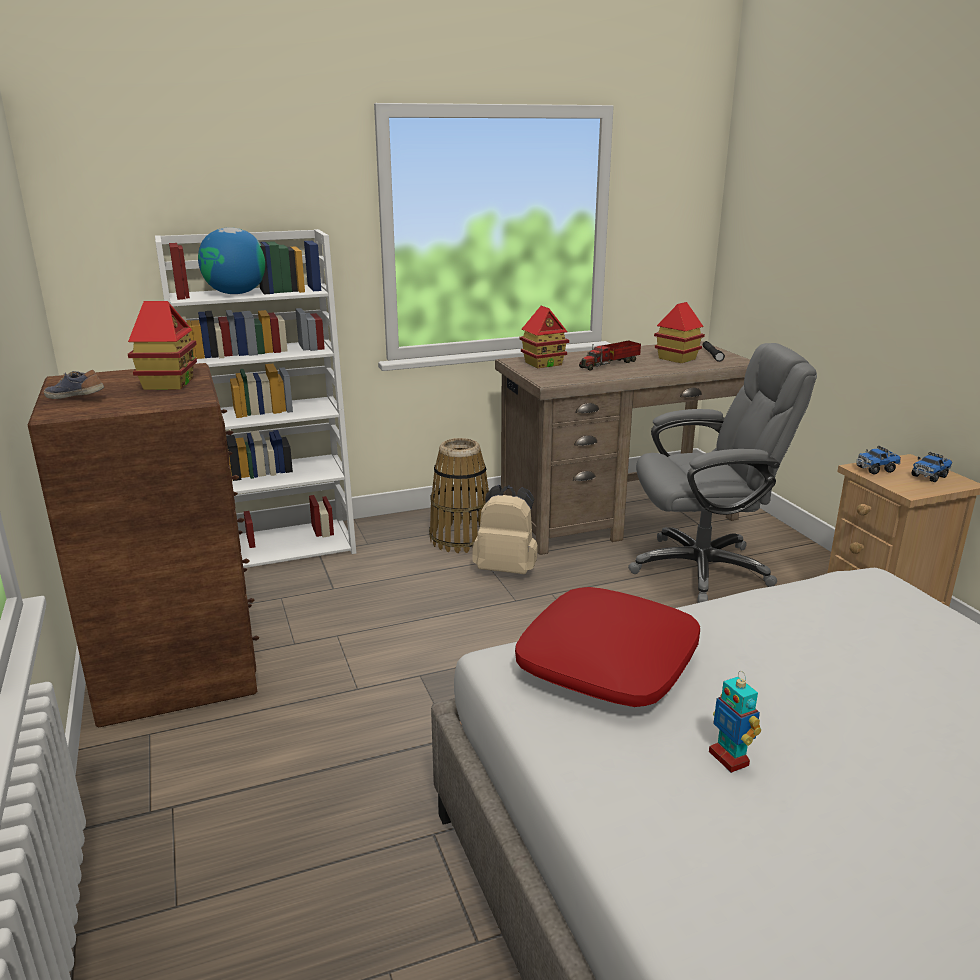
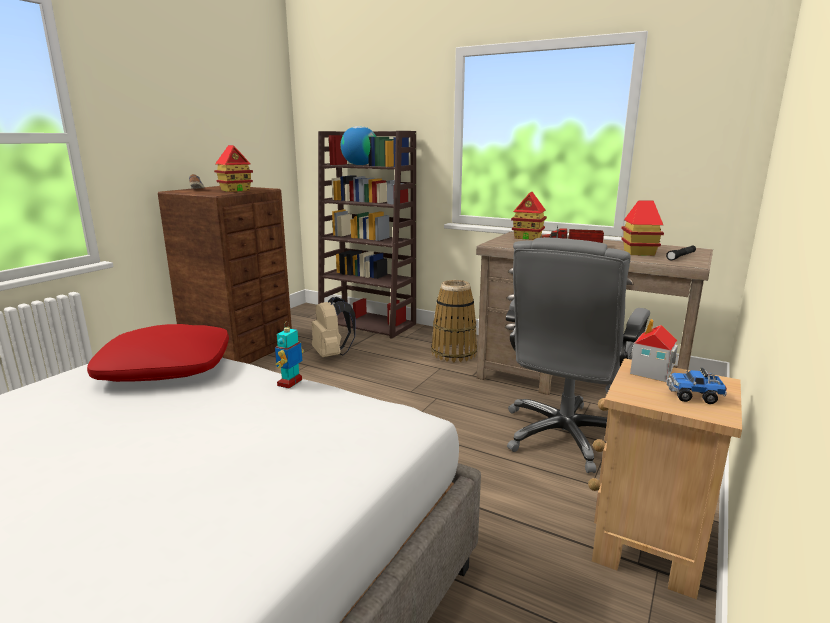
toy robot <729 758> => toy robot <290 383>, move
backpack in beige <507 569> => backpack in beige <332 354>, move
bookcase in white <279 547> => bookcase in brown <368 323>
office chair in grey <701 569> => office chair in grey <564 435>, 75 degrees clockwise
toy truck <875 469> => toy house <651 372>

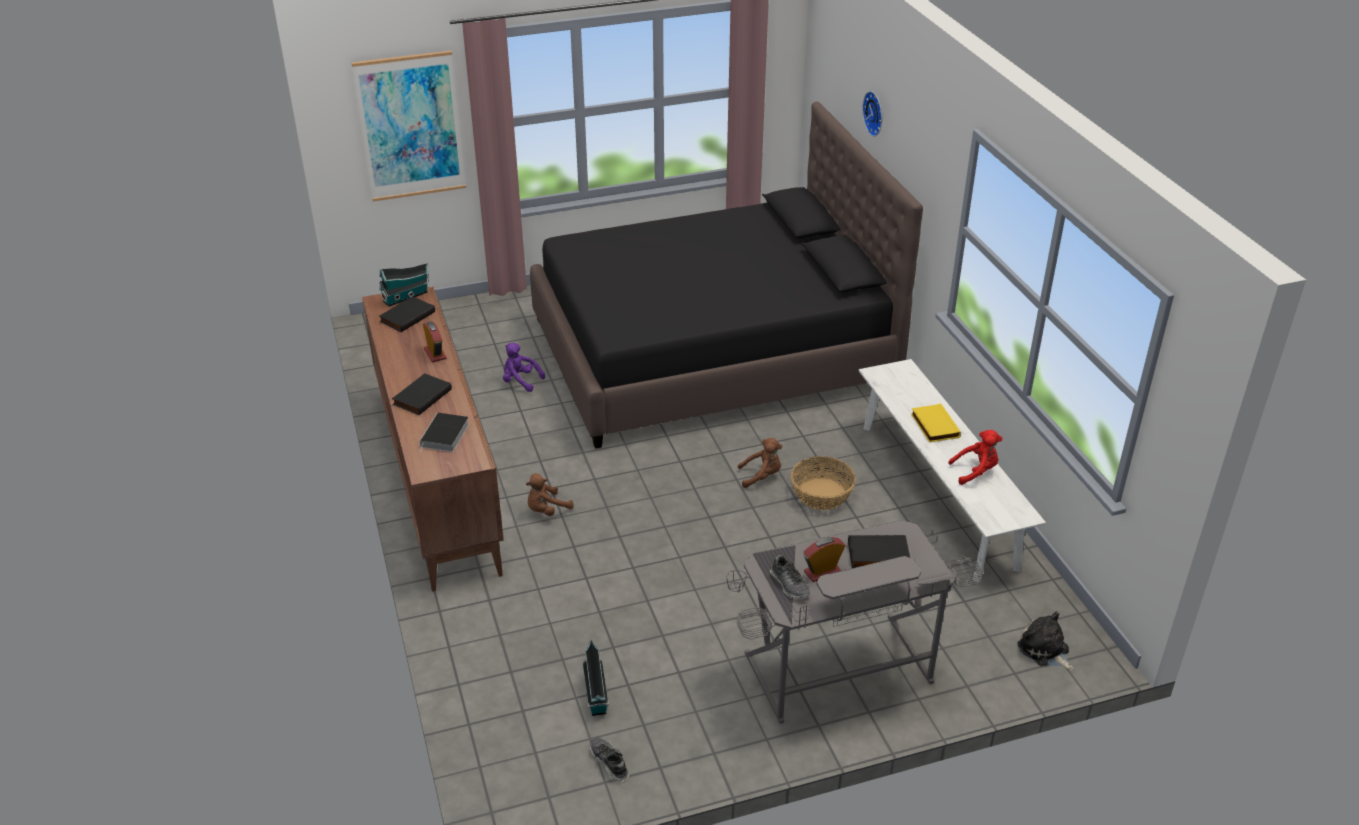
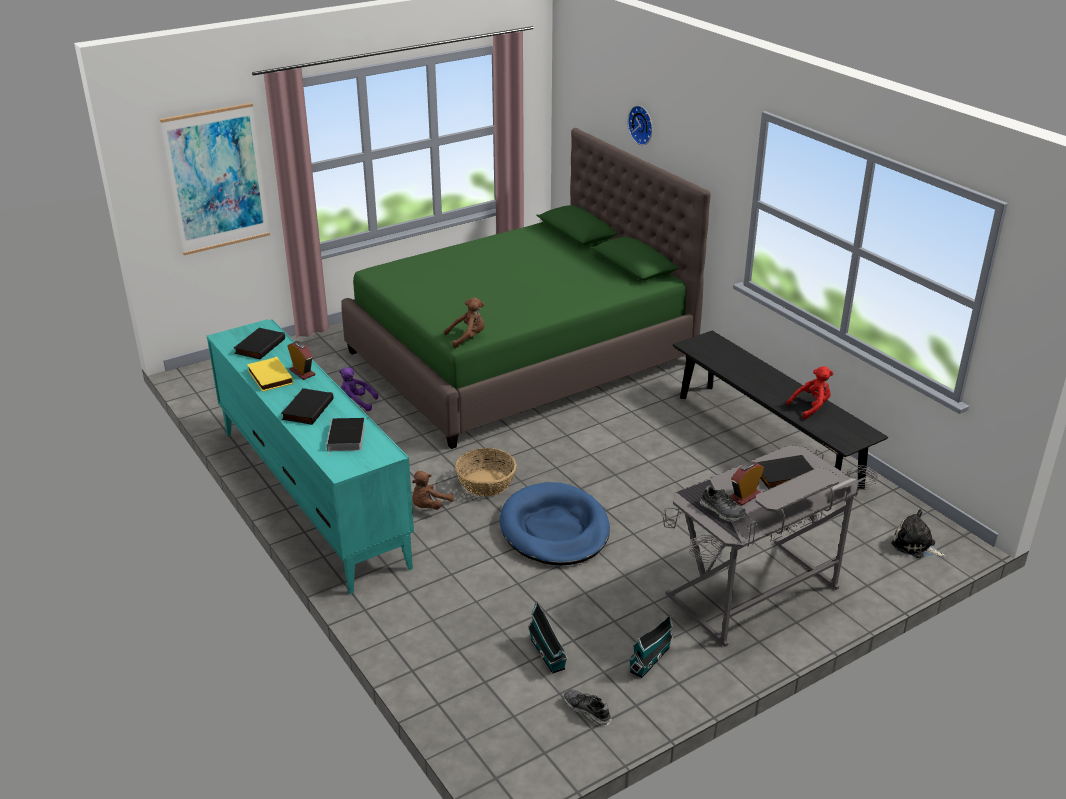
cabinet in brown <435 477> => cabinet in turquoise <310 496>
book in yellow <933 426> => book in yellow <269 377>, move
bed in black <712 352> => bed in green <520 357>
plush toy in brown <761 476> => plush toy in brown <468 338>, move
basket <821 494> => basket <485 483>, move
nothing => dog bed in blue <554 529>
toy house <407 296> => toy house <651 658>, move
bench in white <937 494> => bench in black <766 439>

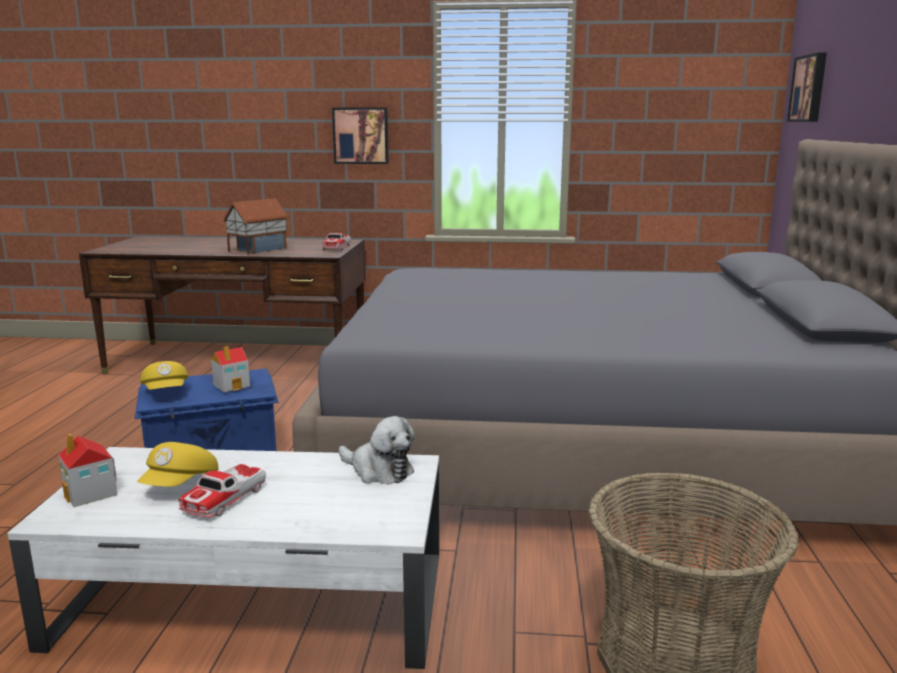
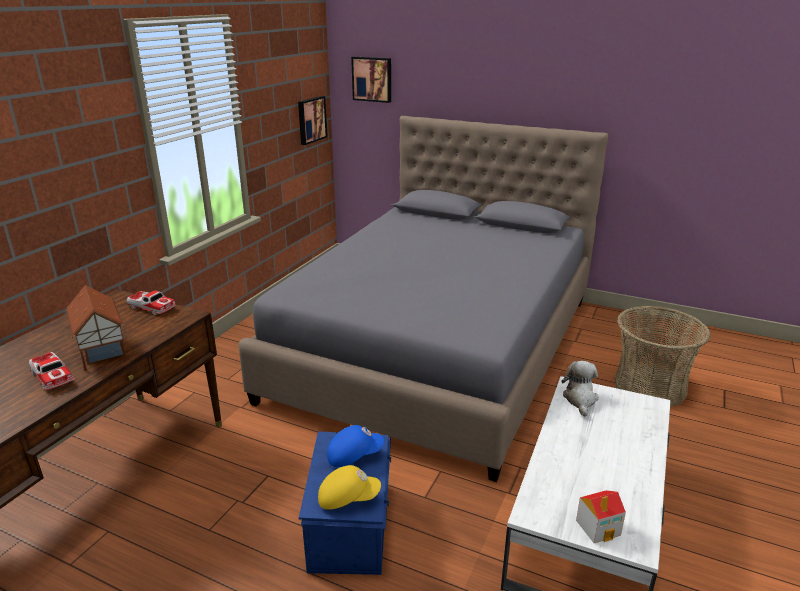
toy car <225 499> => toy car <52 376>, move
picture <361 135> => picture <311 119>, move
toy house <232 385> => cap in blue <354 455>
plush toy <378 471> => plush toy <580 399>, 45 degrees counterclockwise
cap in yellow <181 485> => nothing

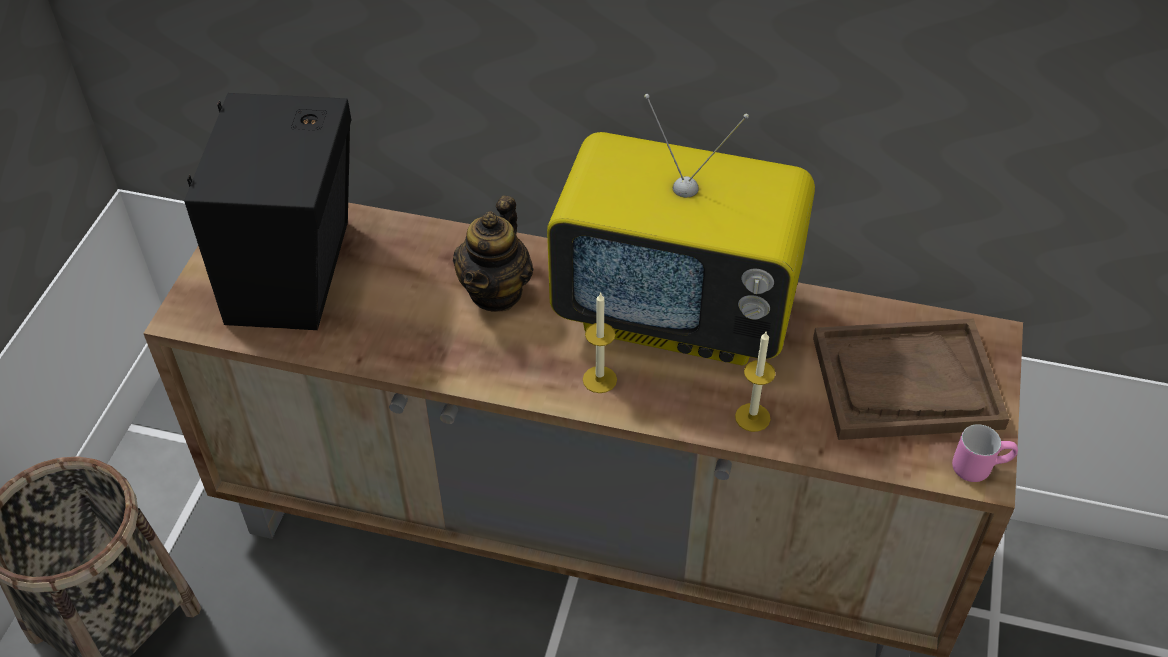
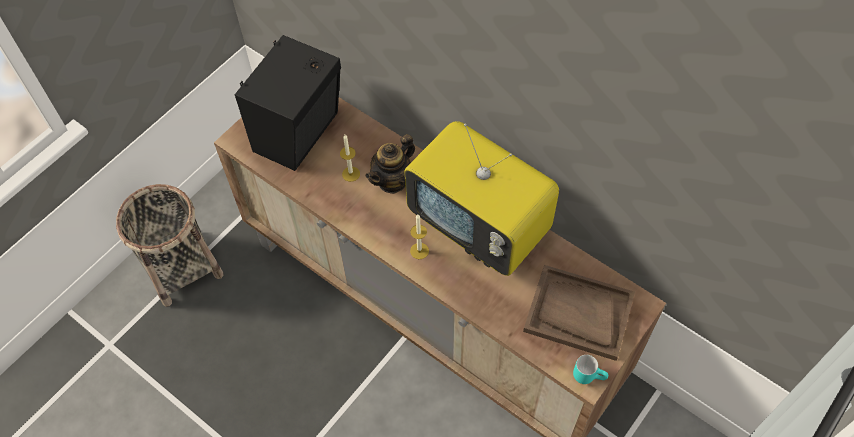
candle <752 417> => candle <351 174>, move
mug in pink <979 465> => mug in turquoise <589 375>

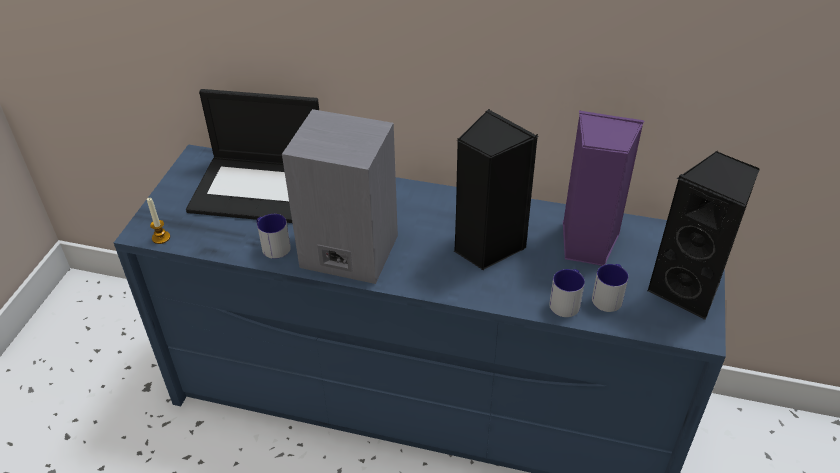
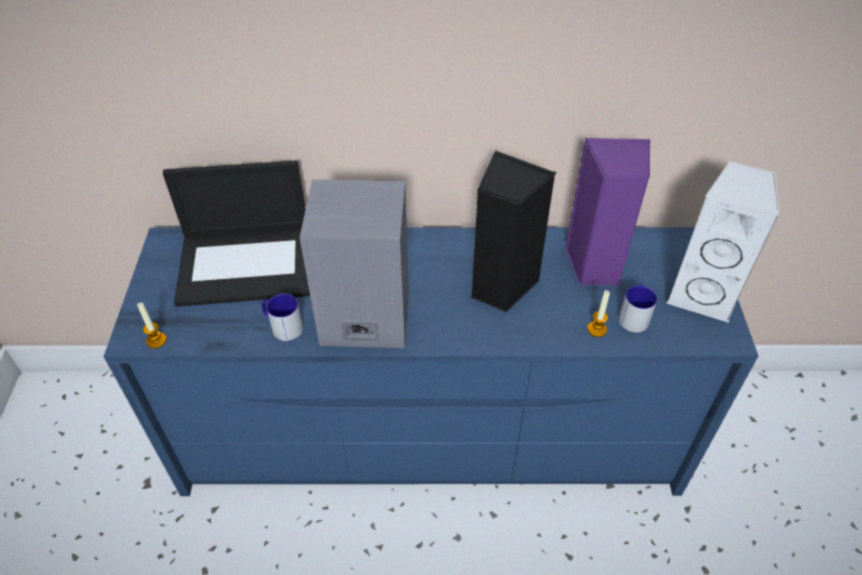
mug <566 301> => candle <597 329>
speaker in black <688 290> => speaker in white <702 295>

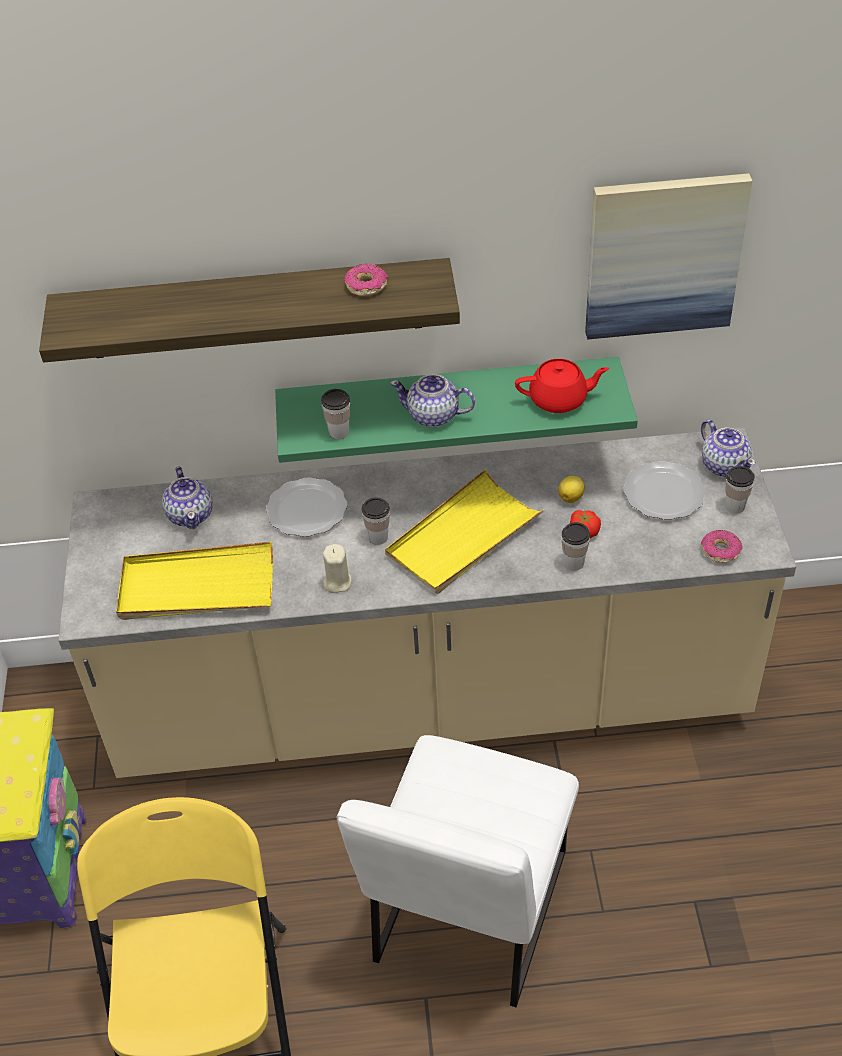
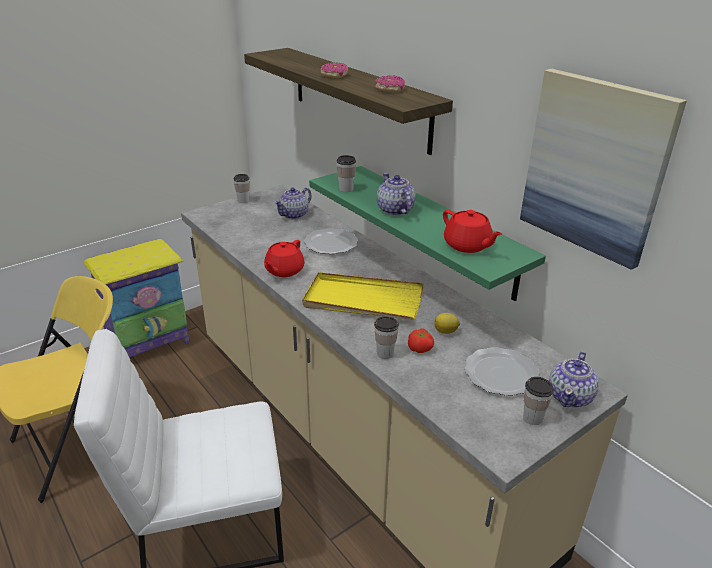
cup <378 537> => cup <243 201>, move
candle in beige <337 582> => teapot in red <284 270>
donut <720 551> => donut <334 75>, move
tray in yellow <196 587> => nothing

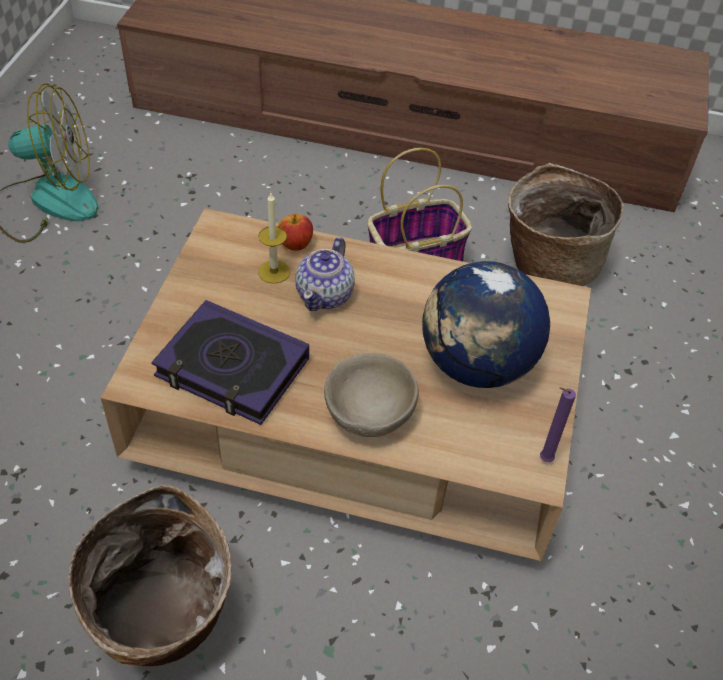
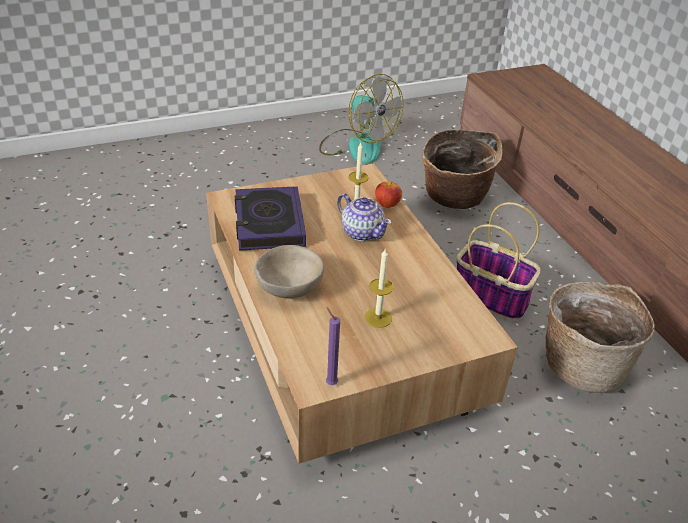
teapot <325 294> => teapot <362 232>, 120 degrees counterclockwise
globe <476 365> => candle <378 318>
basket <164 621> => basket <453 198>, move

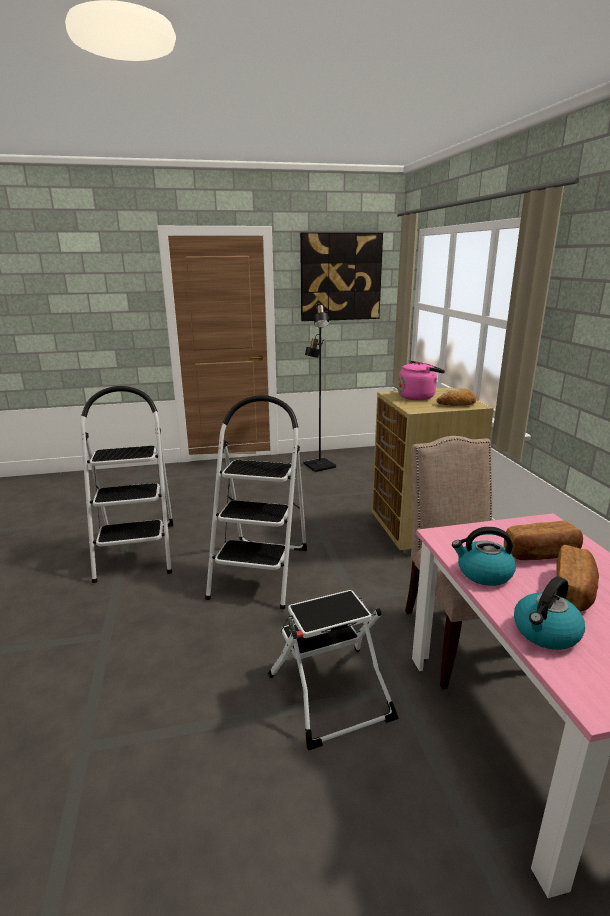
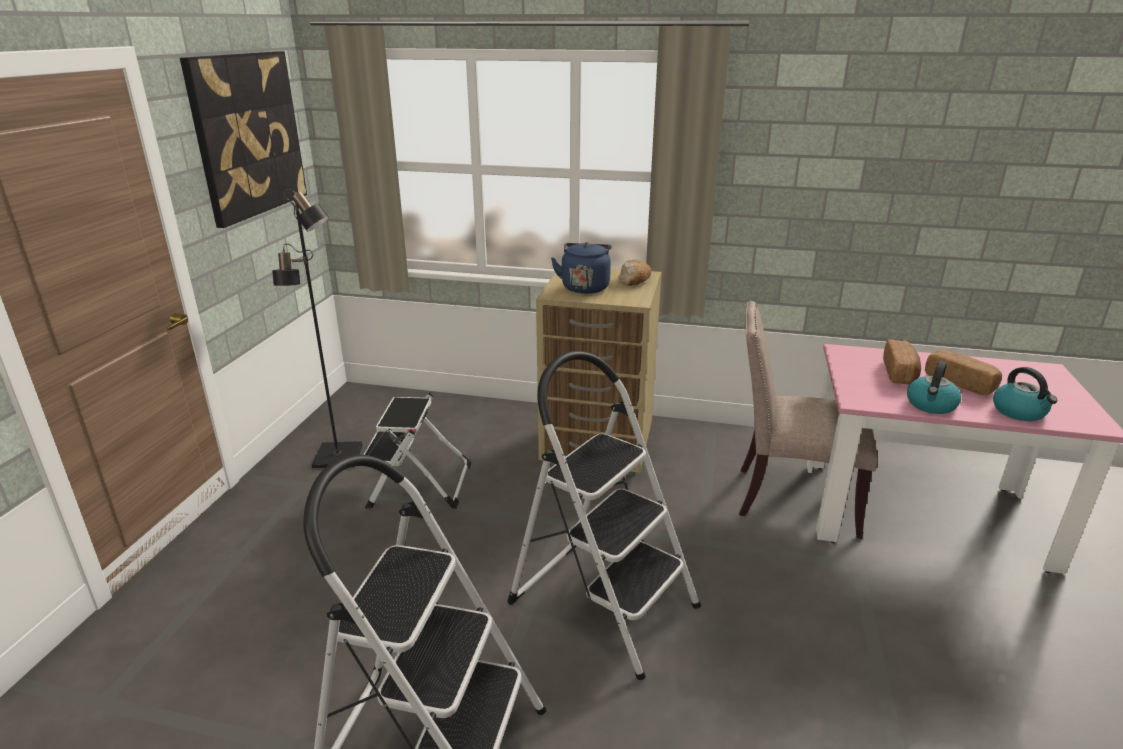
step ladder <331 691> => step ladder <418 482>, move
kettle in pink <418 397> => kettle in blue <585 287>

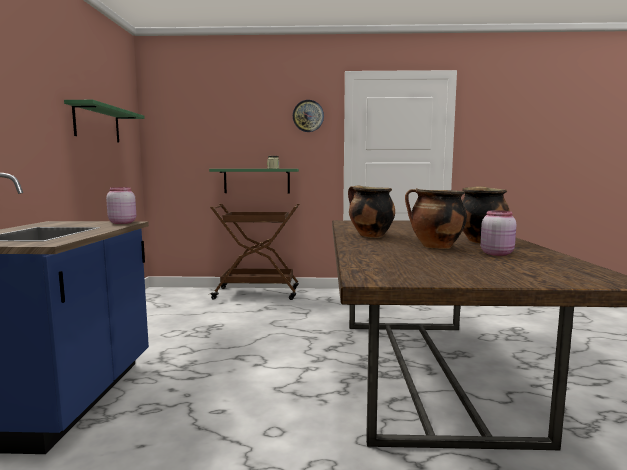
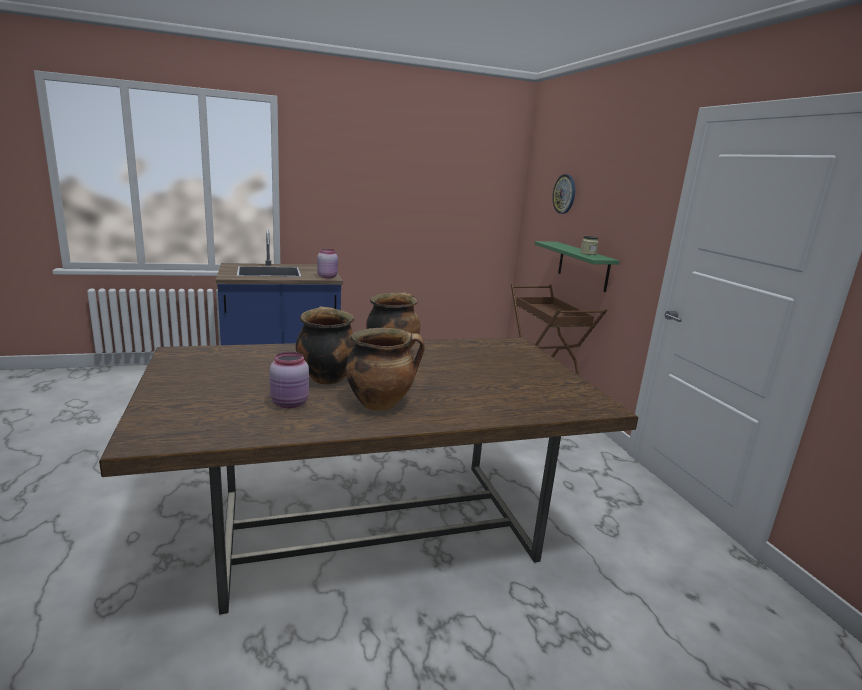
wall clock <308 116> => wall clock <564 194>, move
shelf in green <97 124> => nothing

